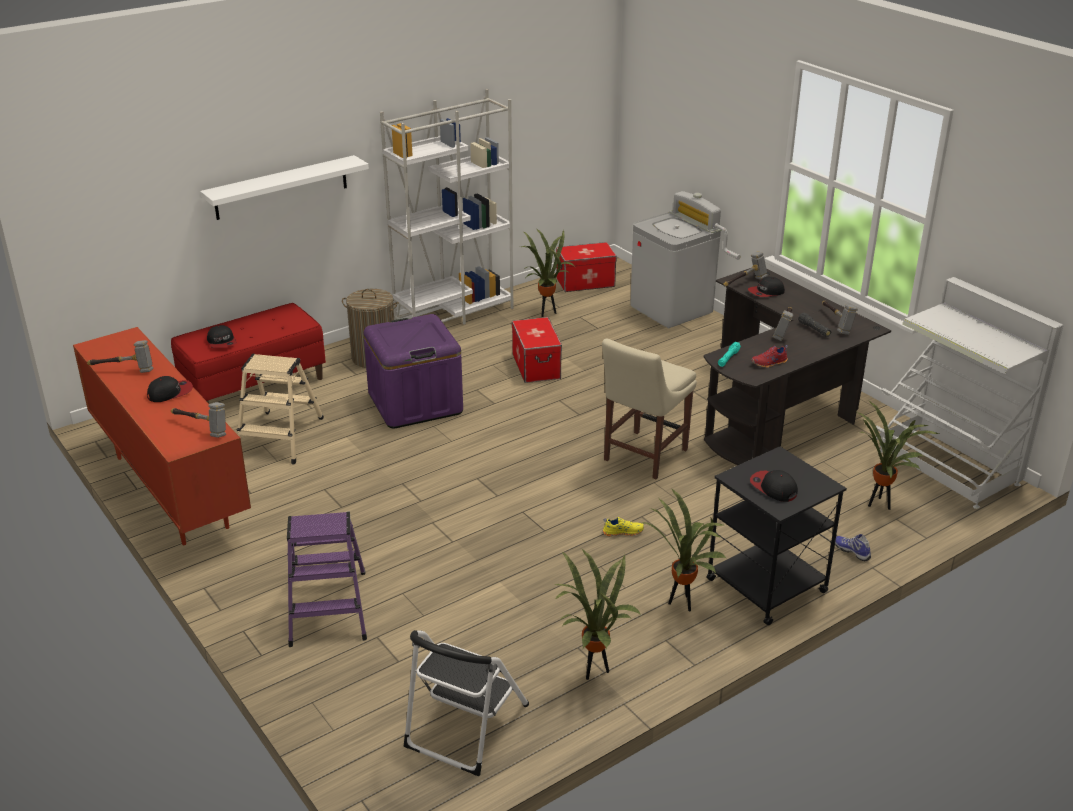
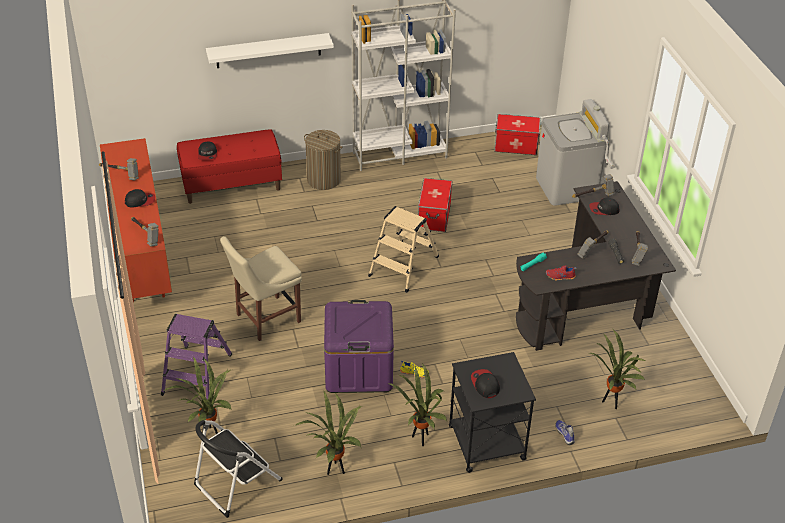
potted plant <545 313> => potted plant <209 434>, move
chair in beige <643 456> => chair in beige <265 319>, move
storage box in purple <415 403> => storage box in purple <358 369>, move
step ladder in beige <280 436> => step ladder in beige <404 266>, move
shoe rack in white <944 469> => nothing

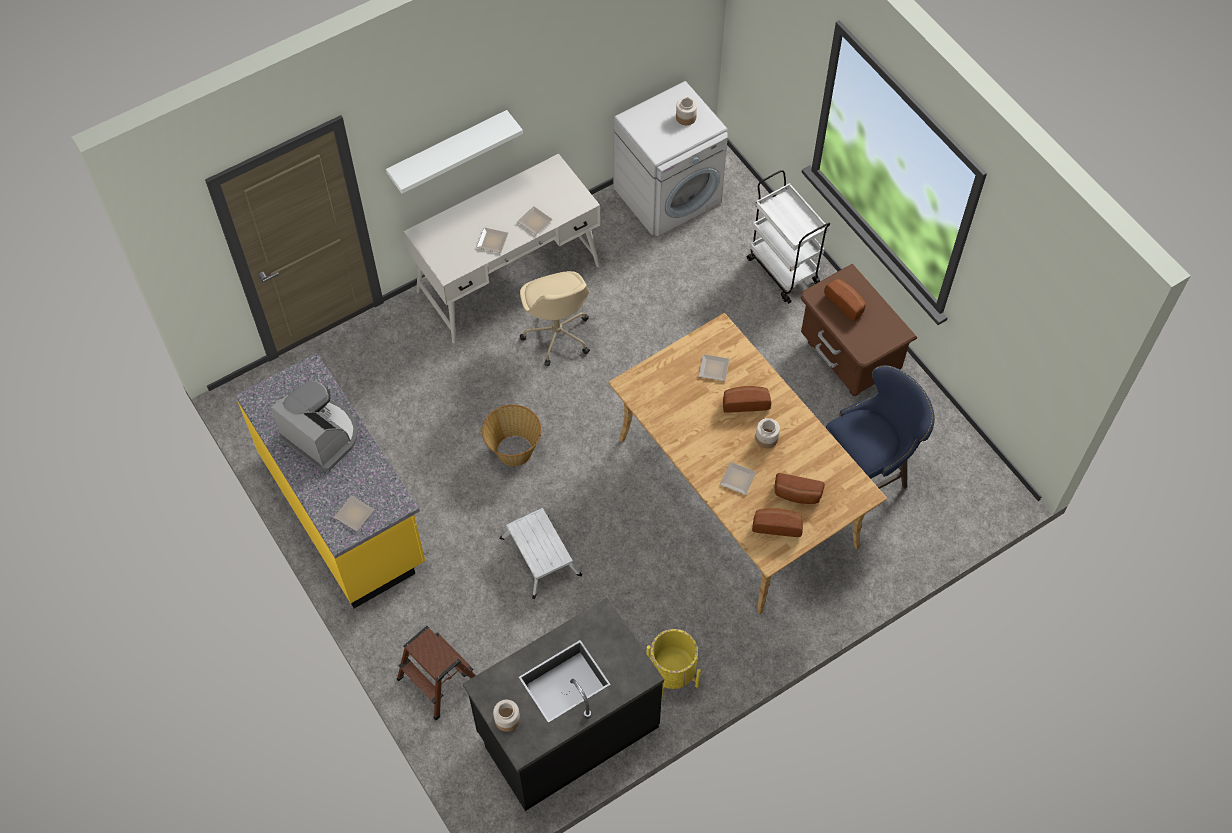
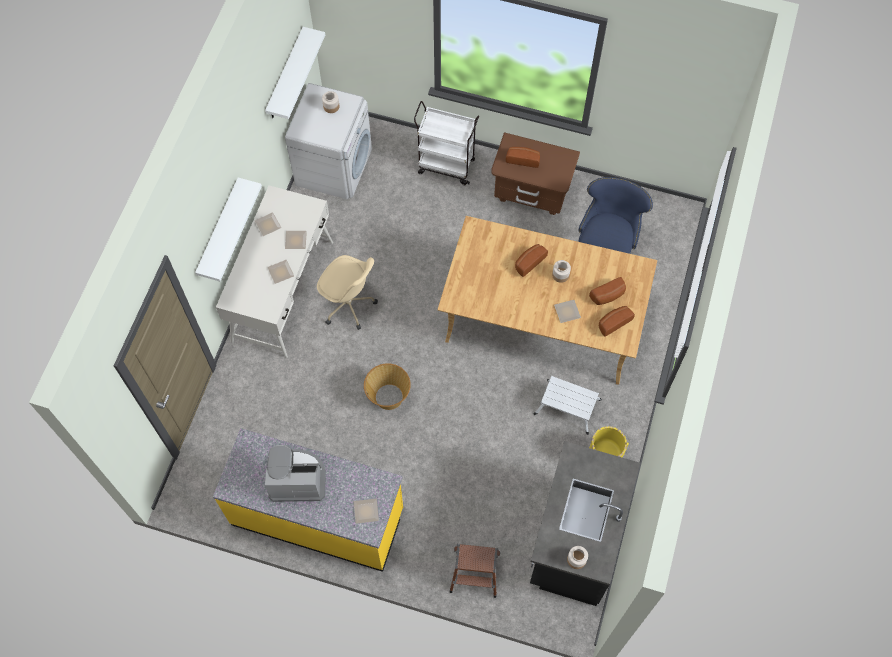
plate <715 368> => plate <268 224>, move
nothing => shelf in white <285 75>
step ladder in white <540 556> => step ladder in white <567 406>, move

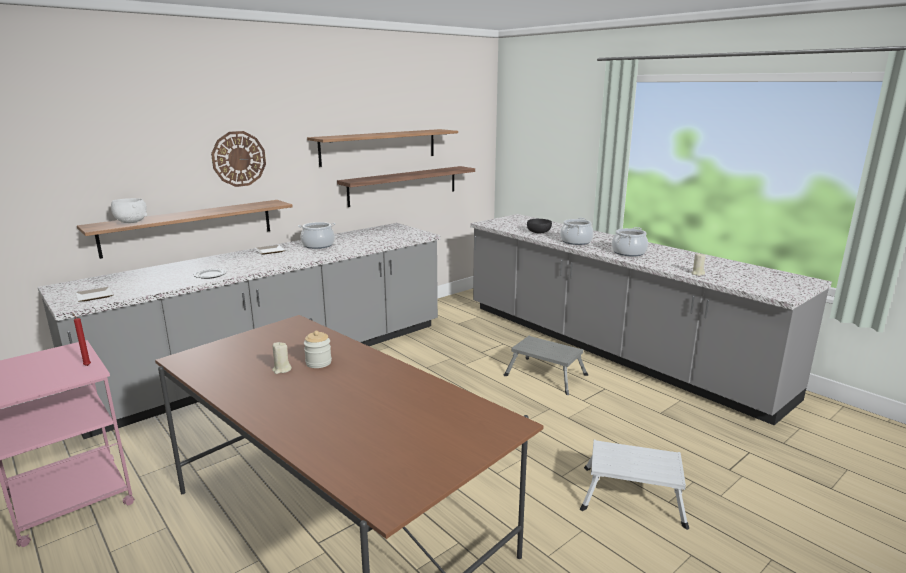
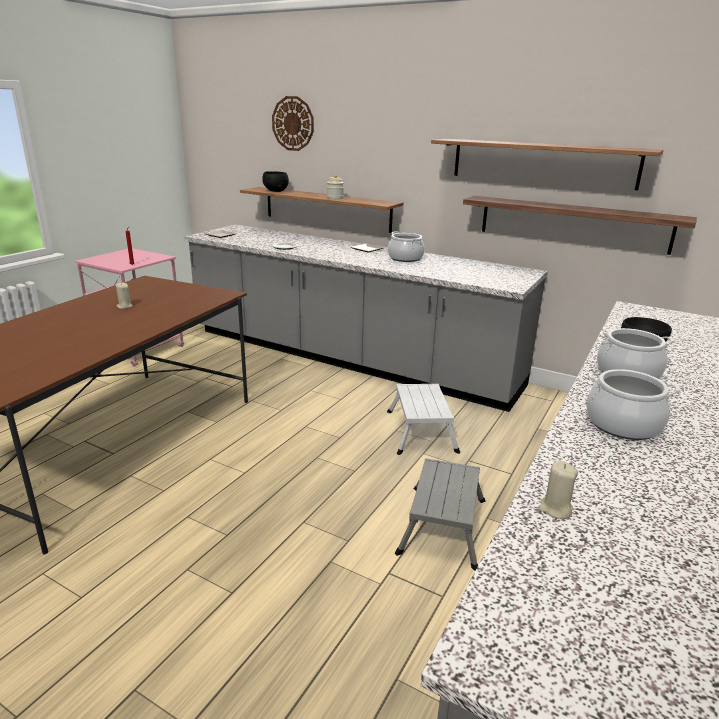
bowl in white <131 222> => bowl in black <276 191>
wall clock <239 159> => wall clock <293 123>, move
jar <318 363> => jar <335 198>, move
step ladder in white <631 496> => step ladder in white <421 430>, move

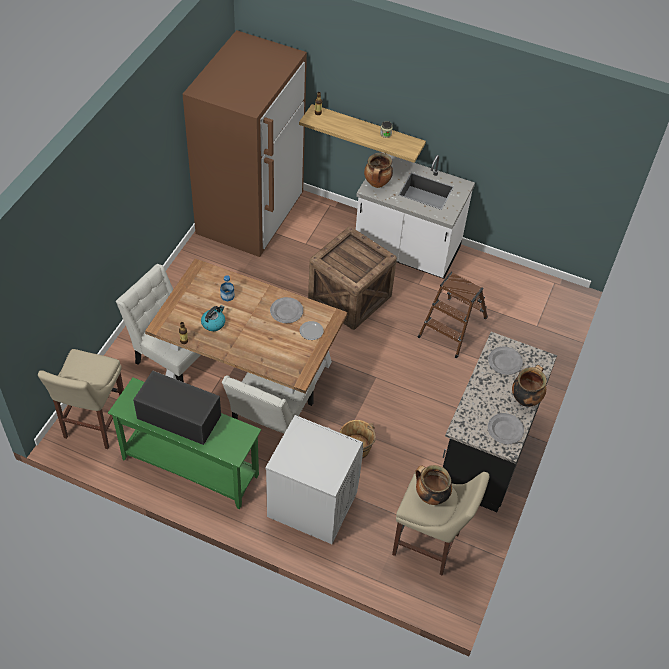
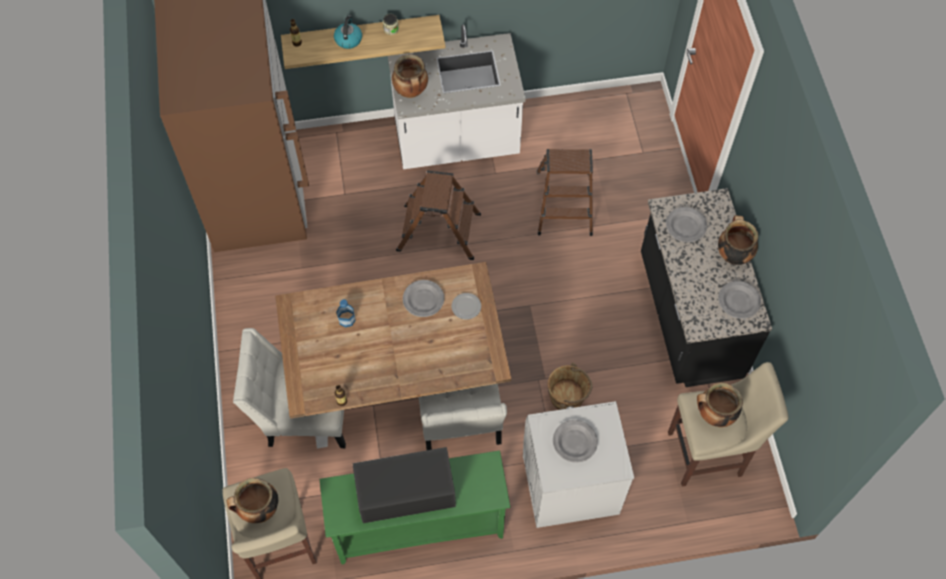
nothing => cooking pot <259 509>
kettle <213 323> => kettle <348 39>, move
crate <350 299> => step ladder in brown <439 232>
nothing => plate in grey <575 442>

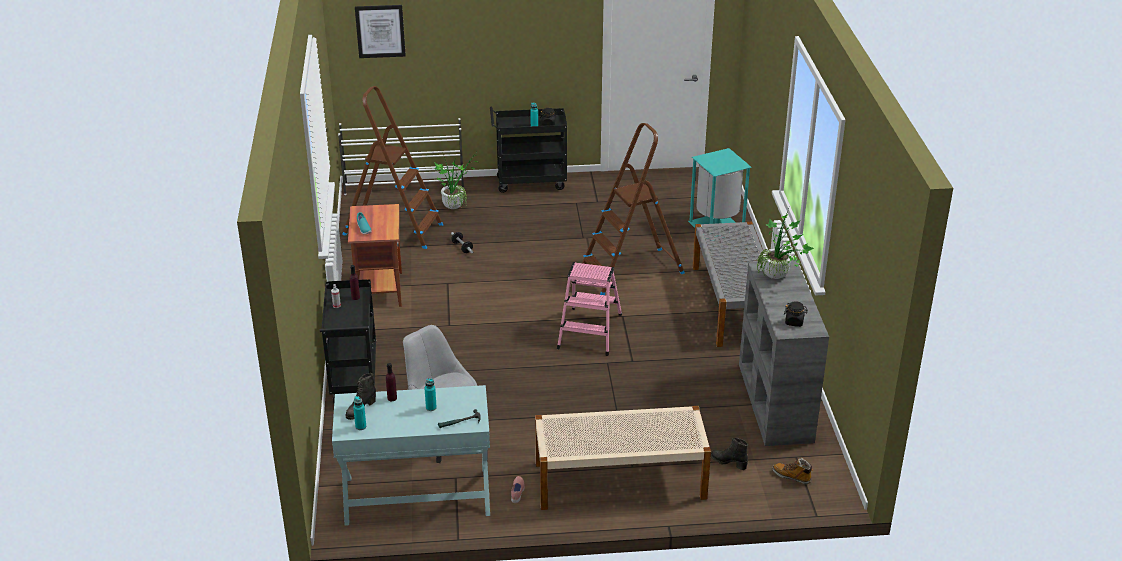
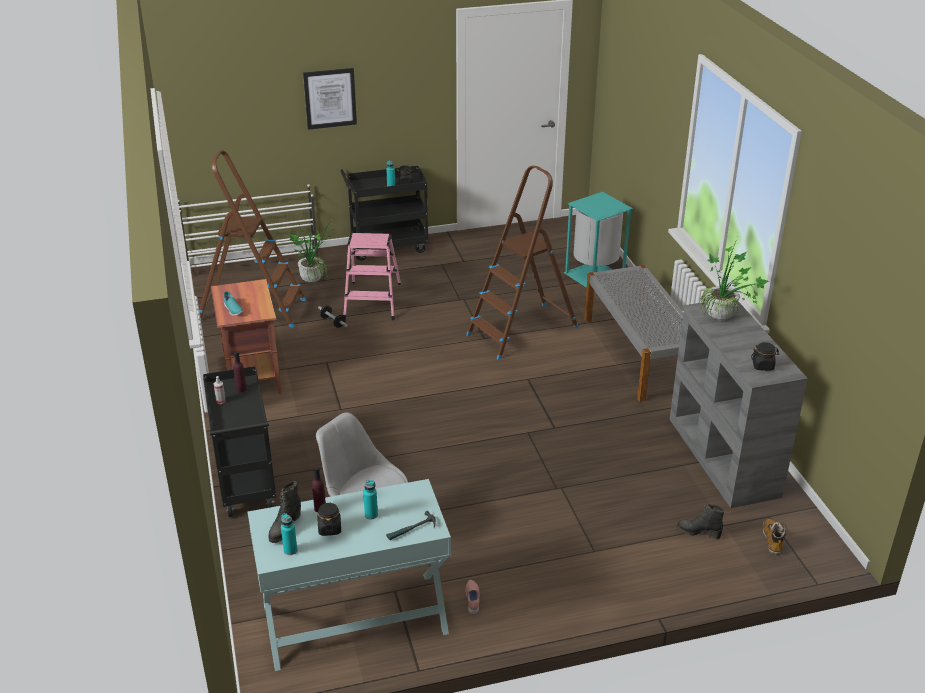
picture <380 31> => picture <330 98>, move
nothing => jar in black <329 528>
step ladder in pink <590 330> => step ladder in pink <372 300>, move
boot <791 476> => boot <772 540>, 75 degrees clockwise
bench in beige <620 481> => nothing

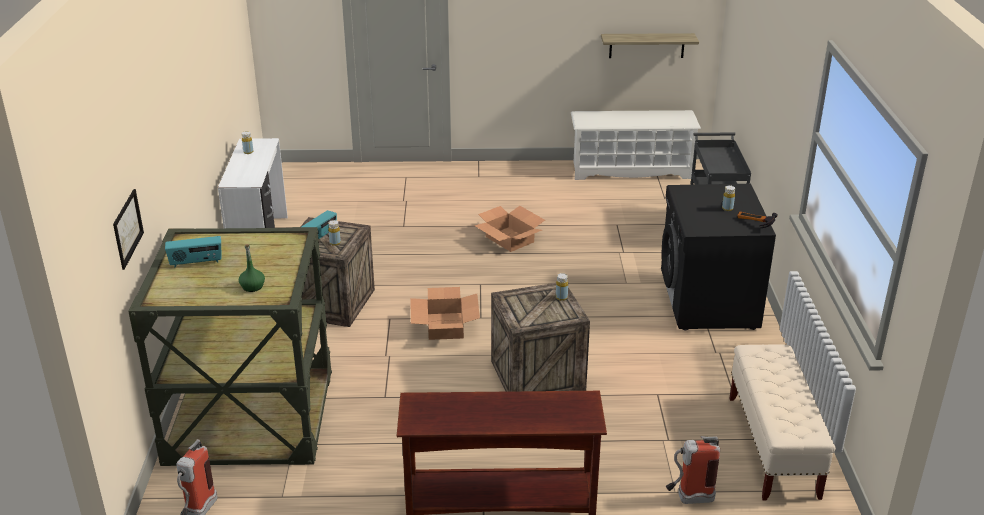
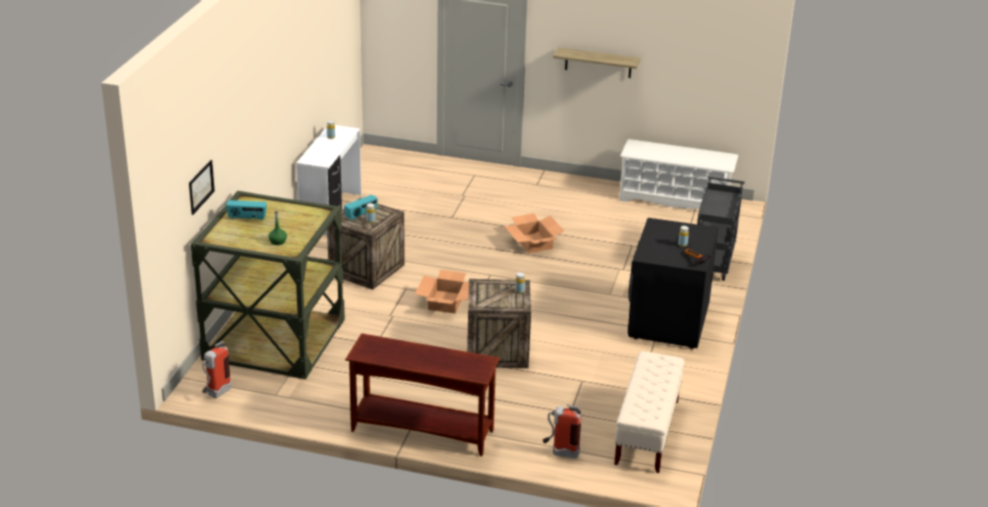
shelf <646 45> => shelf <598 63>, move

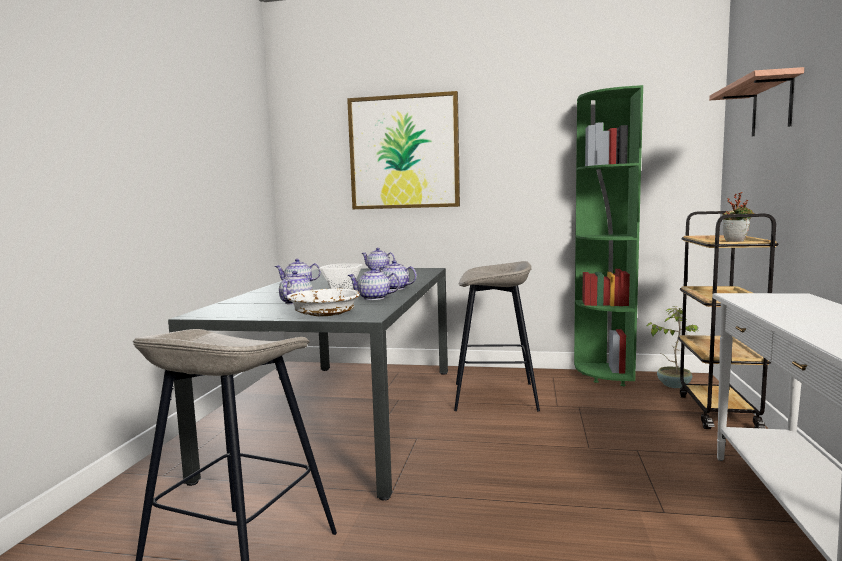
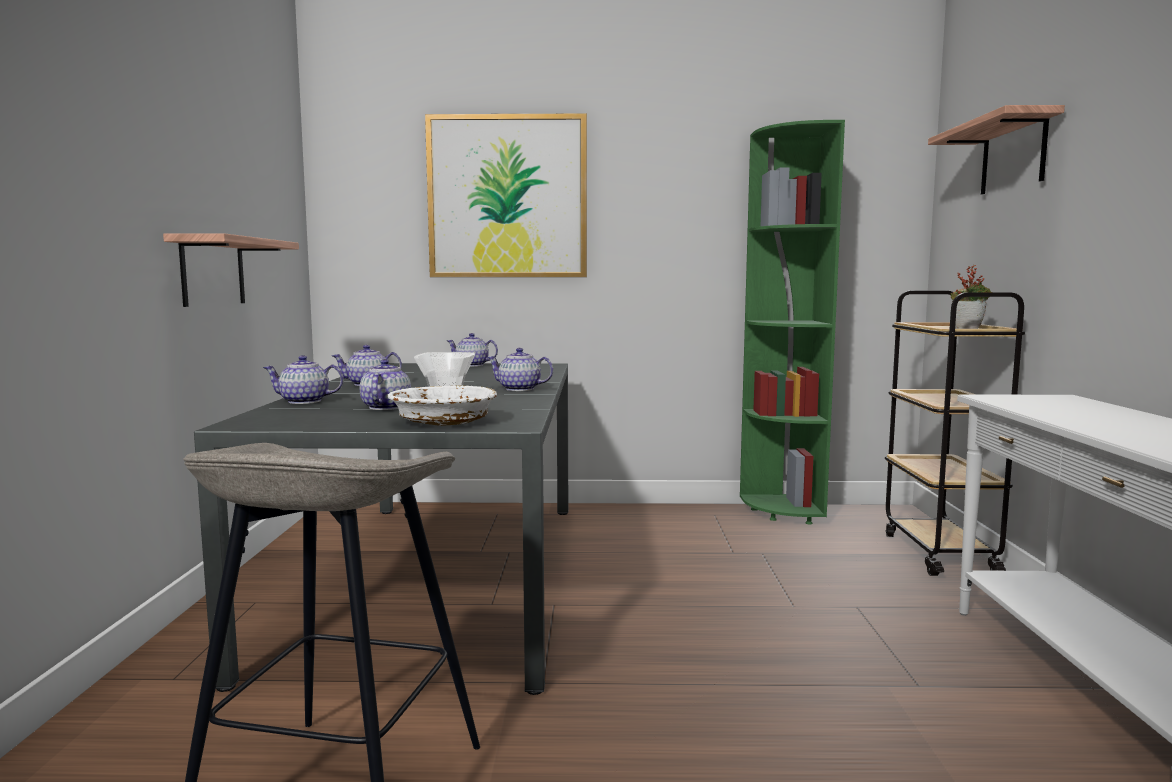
nothing => shelf <213 271>
teapot <374 298> => teapot <305 401>, move
stool in grey <495 397> => nothing
potted plant <673 385> => nothing

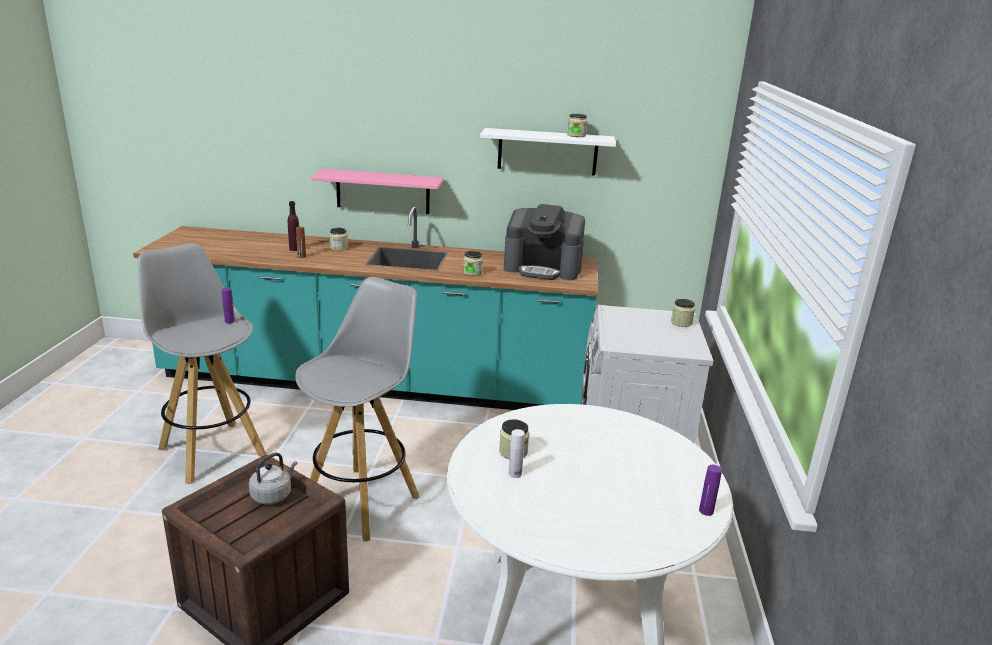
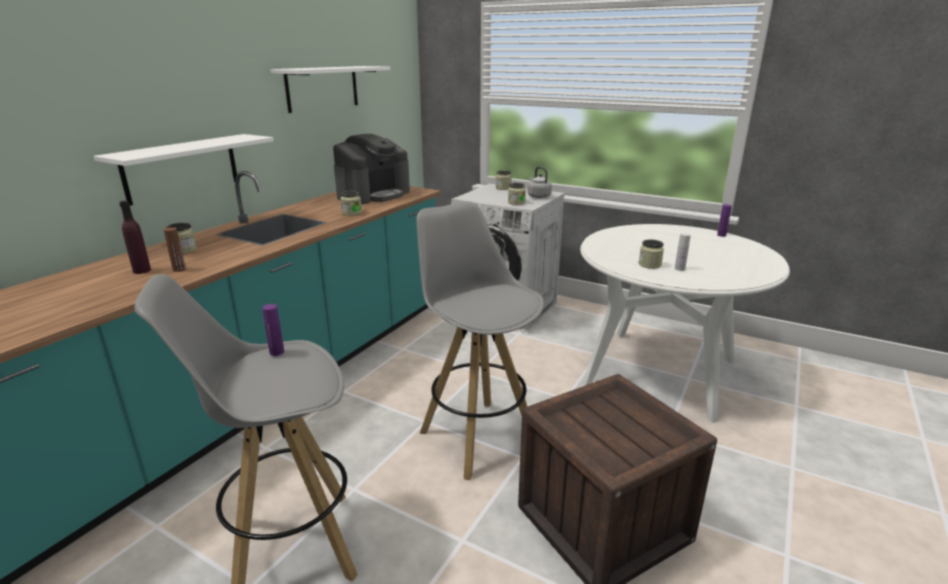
shelf in pink <383 191> => shelf in white <182 168>
jar <576 135> => jar <516 202>, move
kettle in grey <273 495> => kettle in grey <538 196>, move

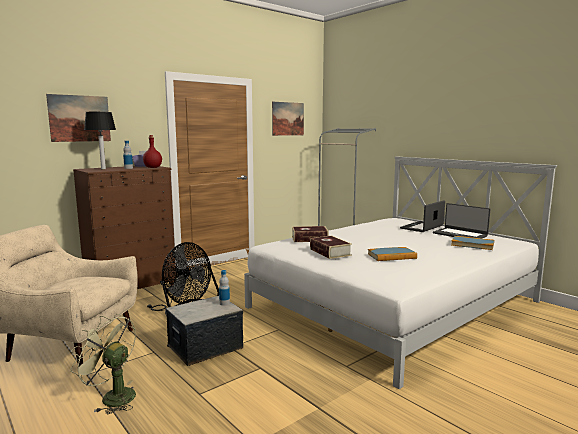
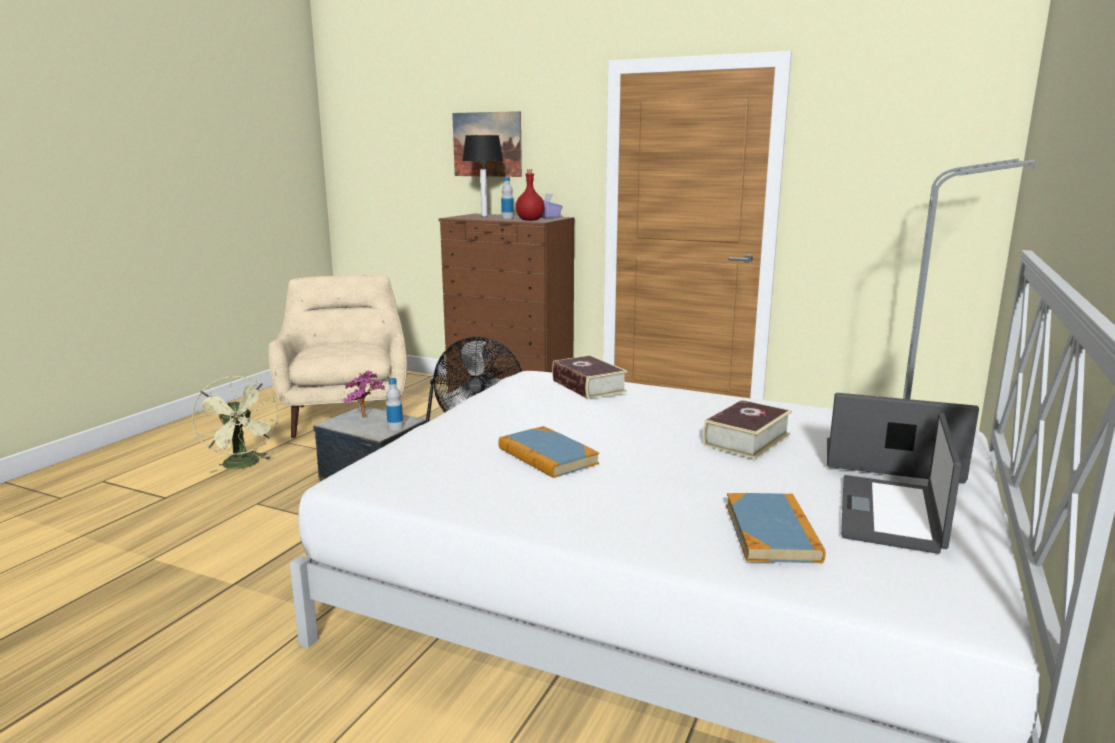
fan in green <112 396> => fan in green <244 465>, 150 degrees clockwise
nothing => potted plant <366 418>
book <330 252> => book <746 439>, move
picture <288 119> => nothing

